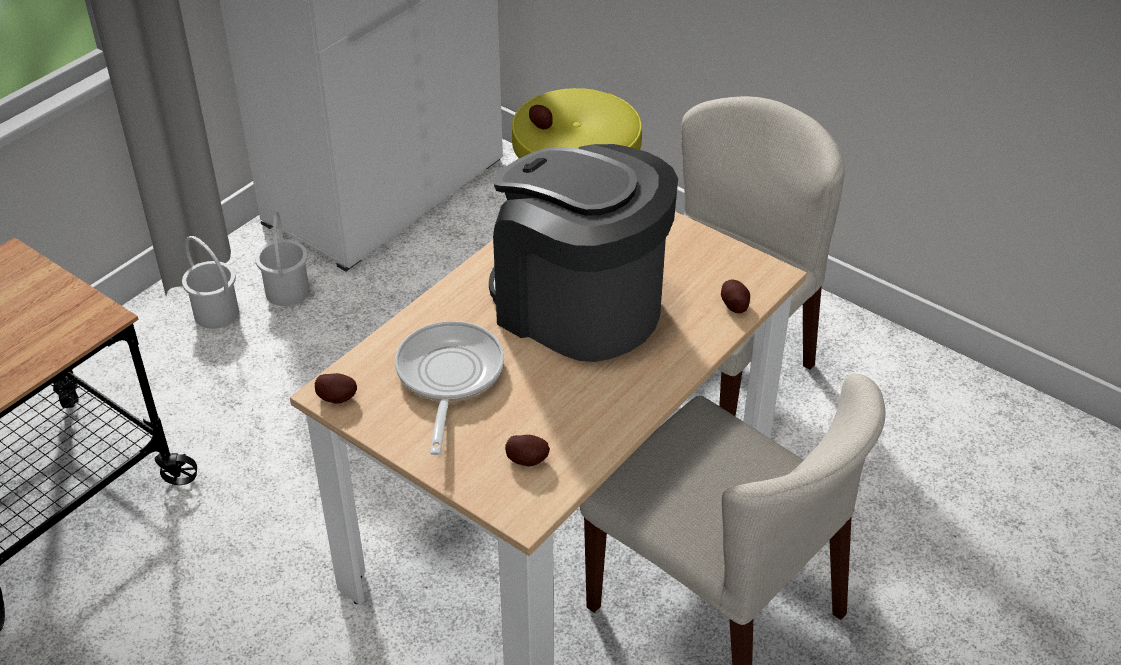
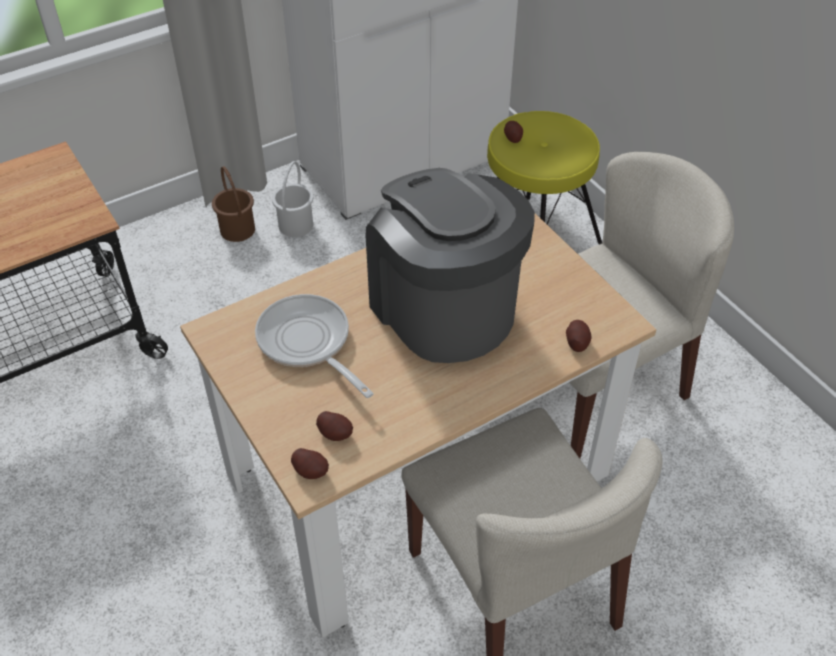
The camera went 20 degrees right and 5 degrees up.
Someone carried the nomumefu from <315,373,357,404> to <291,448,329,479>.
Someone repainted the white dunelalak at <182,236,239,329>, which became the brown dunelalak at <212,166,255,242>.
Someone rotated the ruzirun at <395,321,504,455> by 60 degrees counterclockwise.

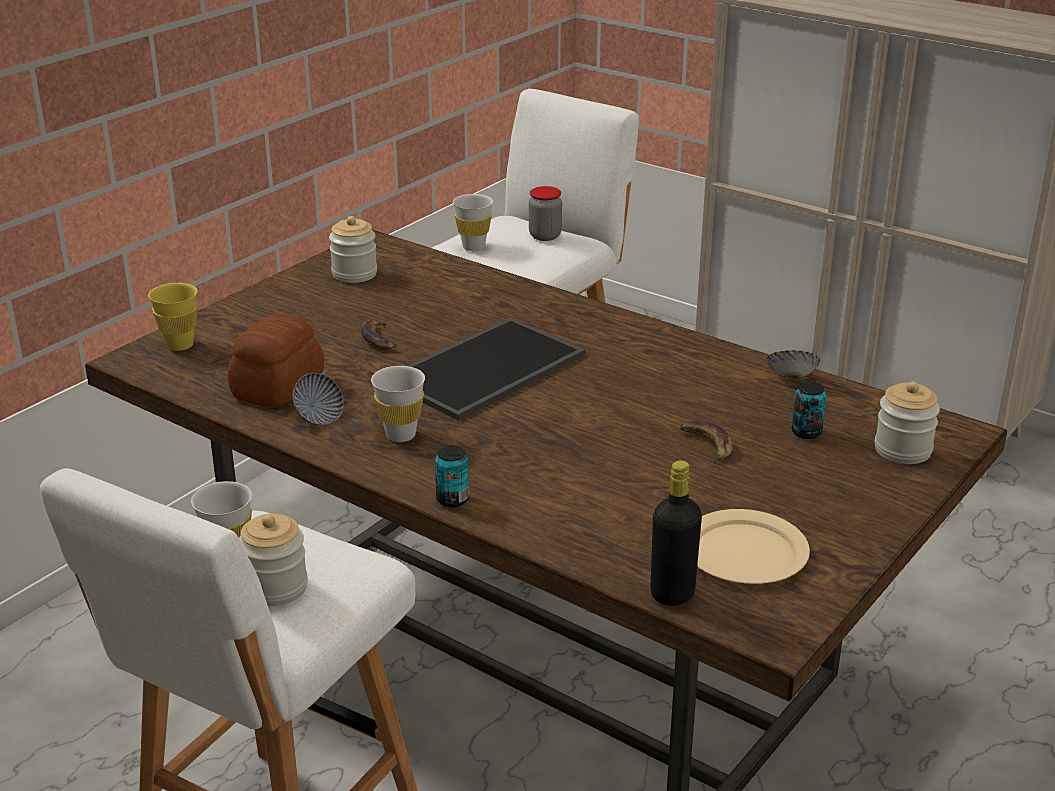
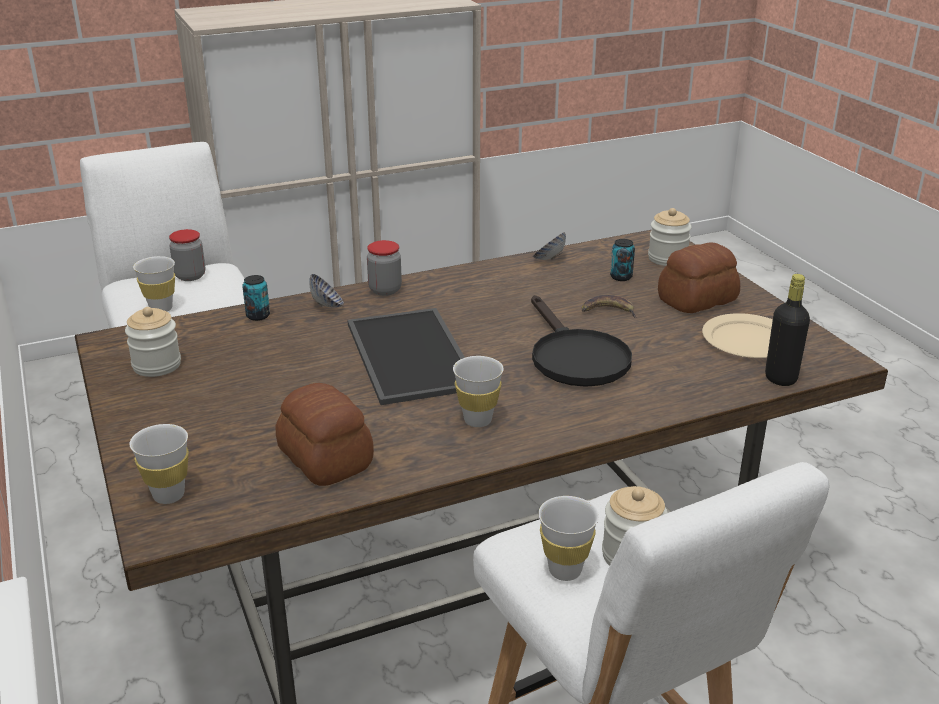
The camera went 60 degrees left and 0 degrees up.
Someone took away the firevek at <361,320,397,349>.
Someone put down the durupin at <367,240,402,296>.
Someone put down the black ruzirun at <531,295,632,387>.
Someone put down the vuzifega at <658,242,740,313>.
Someone carried the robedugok from <292,373,344,425> to <309,274,344,307>.
Someone carried the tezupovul from <435,445,469,507> to <242,275,270,321>.
Someone repainted the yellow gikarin at <148,283,198,351>, which became the white gikarin at <129,424,189,504>.

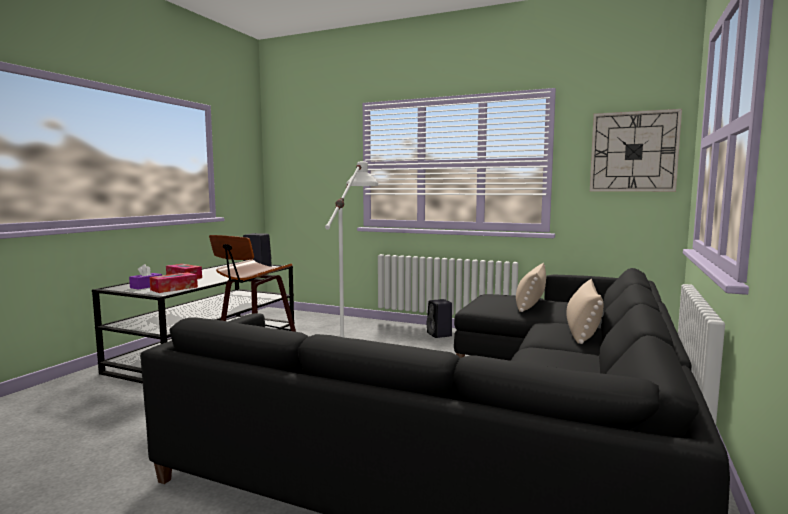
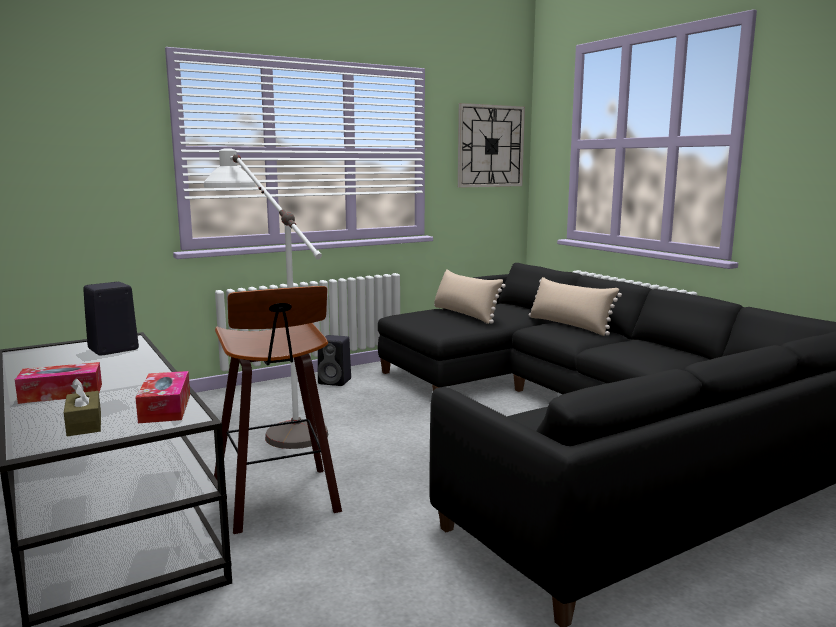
The camera went 55 degrees left and 5 degrees up.
Someone repainted the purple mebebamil at <129,264,162,290>, which became the brown mebebamil at <64,378,101,436>.

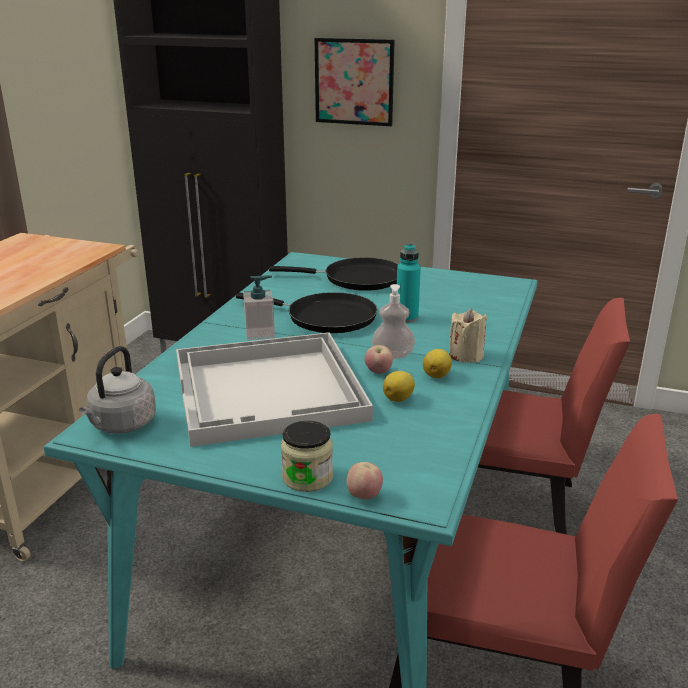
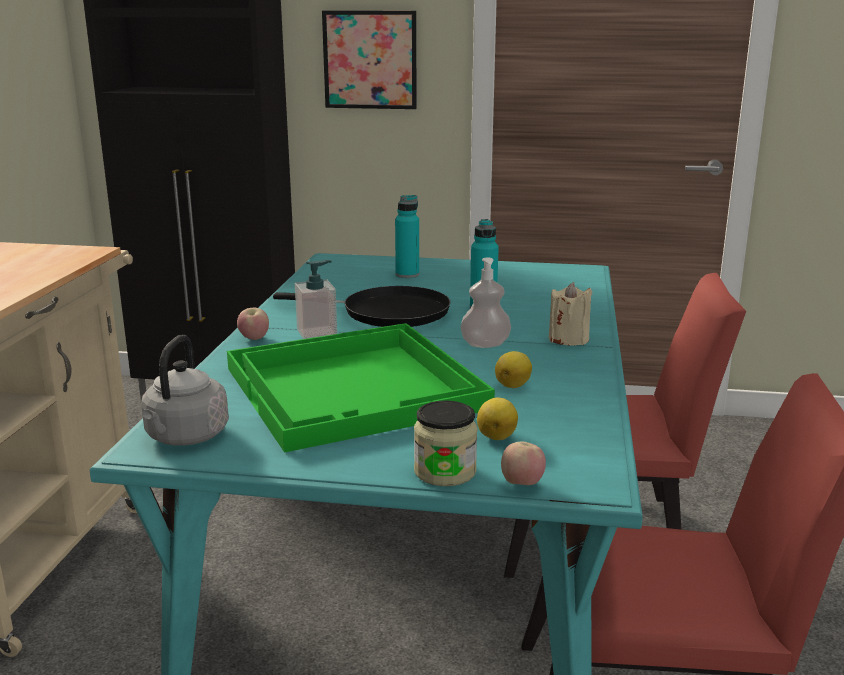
The camera went 10 degrees left and 5 degrees down.
Someone carried the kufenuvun from <365,345,393,374> to <237,308,269,340>.
Someone carried the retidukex from <423,349,452,379> to <477,397,518,440>.
Someone swapped the black ruzirun at <269,257,398,291> for the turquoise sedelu at <395,195,419,278>.
Someone repainted the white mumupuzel at <176,332,373,447>, which became the green mumupuzel at <227,323,495,453>.

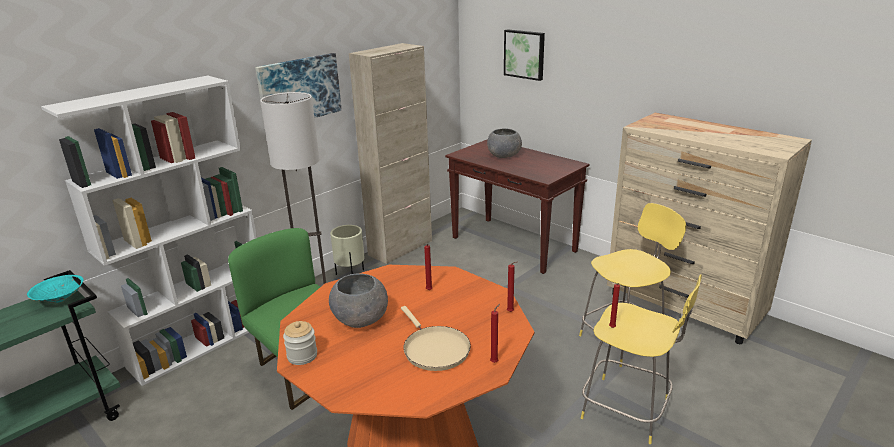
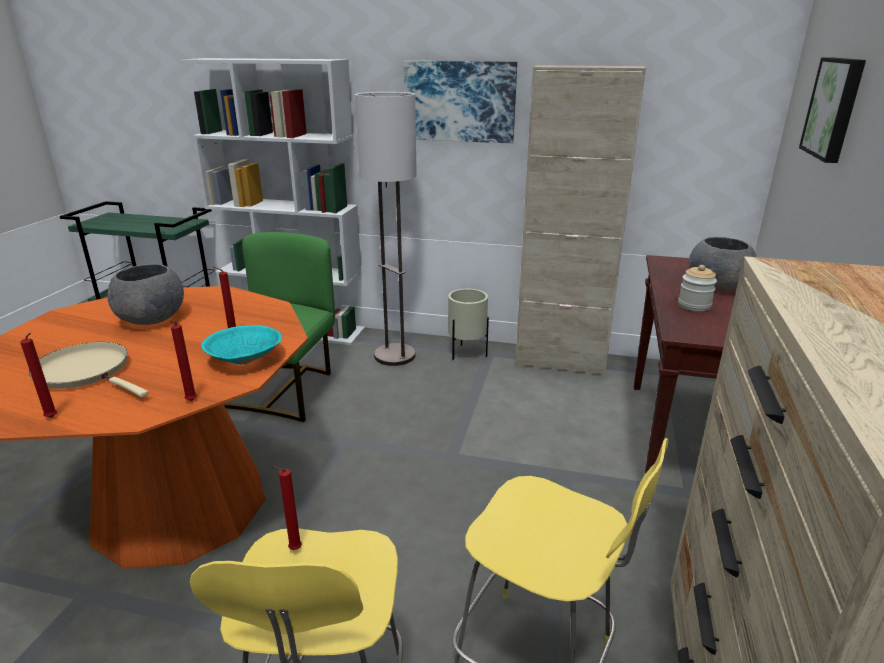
The camera went 60 degrees right and 0 degrees up.
Someone carried the turquoise robedugok from <27,275,83,303> to <201,325,282,364>.
Someone carried the durupin from <283,321,317,365> to <678,265,717,311>.
Someone rotated the beige ruzirun at <401,306,471,371> by 90 degrees clockwise.

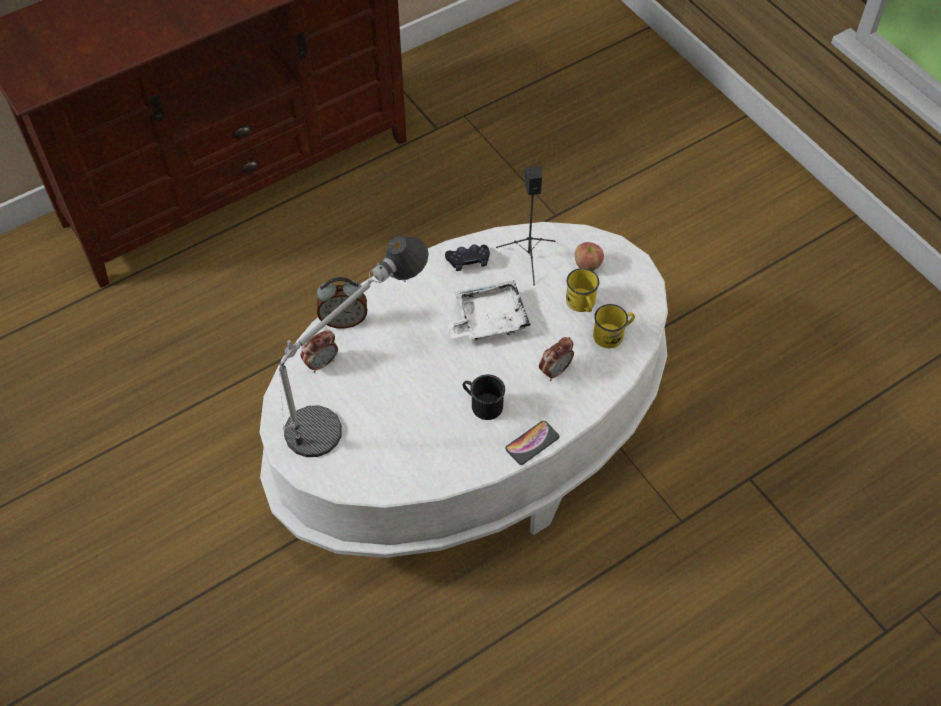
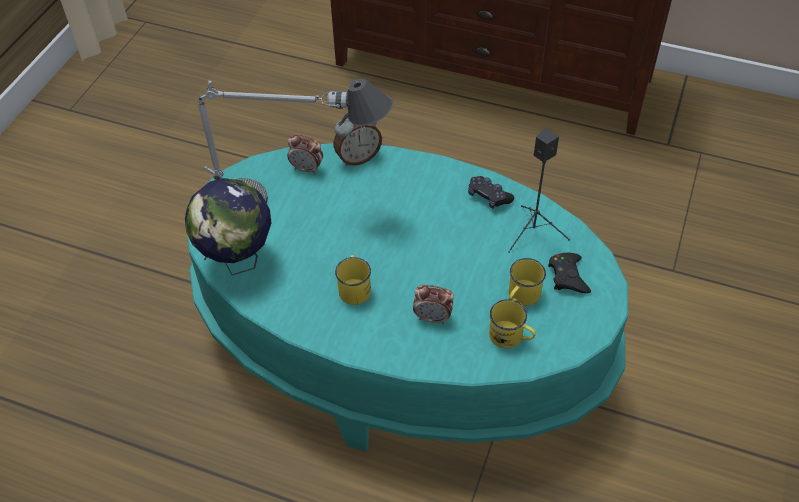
The camera went 55 degrees right and 5 degrees down.
Someone took away the white mumupuzel at <447,280,531,341>.
Someone took away the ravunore at <505,421,559,465>.
Someone put down the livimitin at <185,178,271,275>.
Someone swapped the kufenuvun at <575,242,604,271> for the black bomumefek at <548,253,591,293>.
Someone repainted the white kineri at <259,222,668,558>, which became the turquoise kineri at <187,143,628,452>.
Someone repainted the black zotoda at <463,374,505,420>, which became the yellow zotoda at <335,255,371,305>.
Someone rotated the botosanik at <317,277,367,329> by 75 degrees counterclockwise.

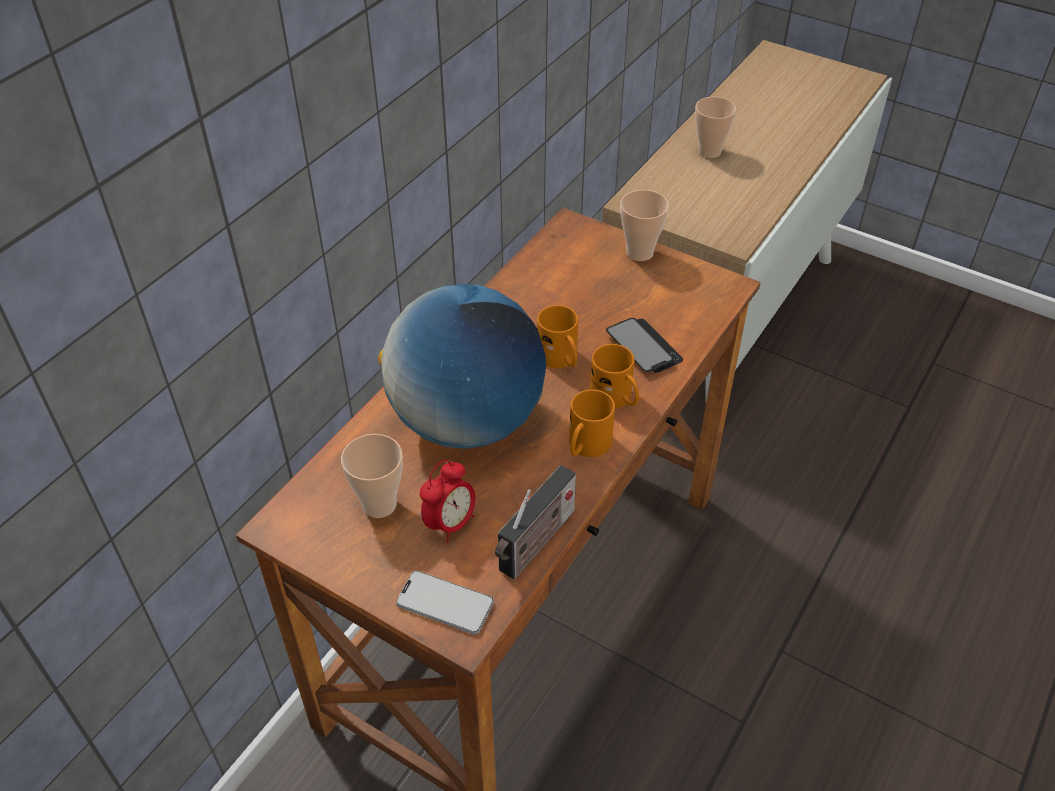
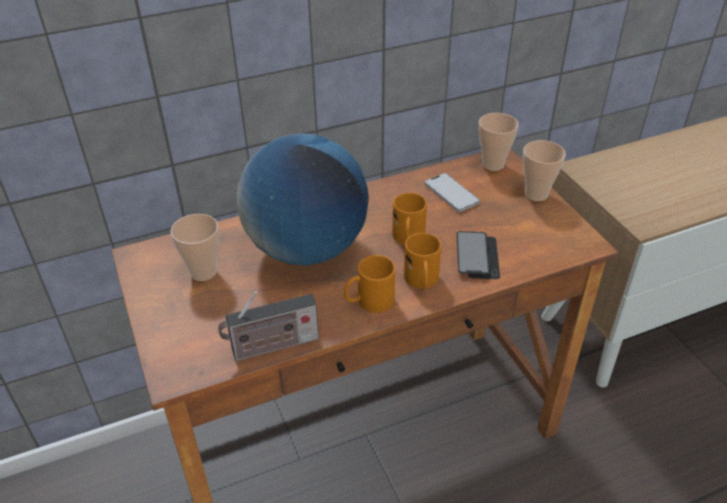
The camera went 35 degrees right and 5 degrees down.
Someone took away the botosanik at <420,459,475,543>.
Someone carried the ravunore from <396,570,494,635> to <425,173,480,212>.
Someone carried the gikarin from <695,97,736,158> to <479,113,519,171>.

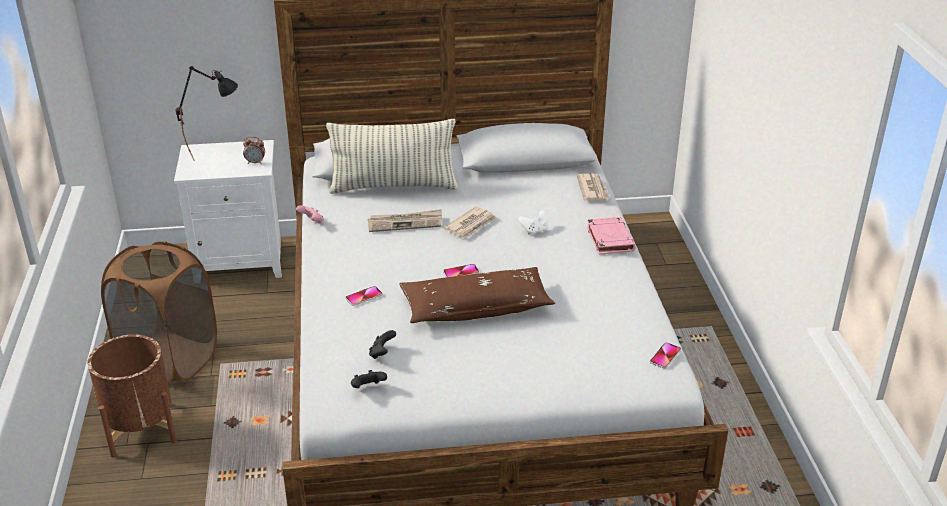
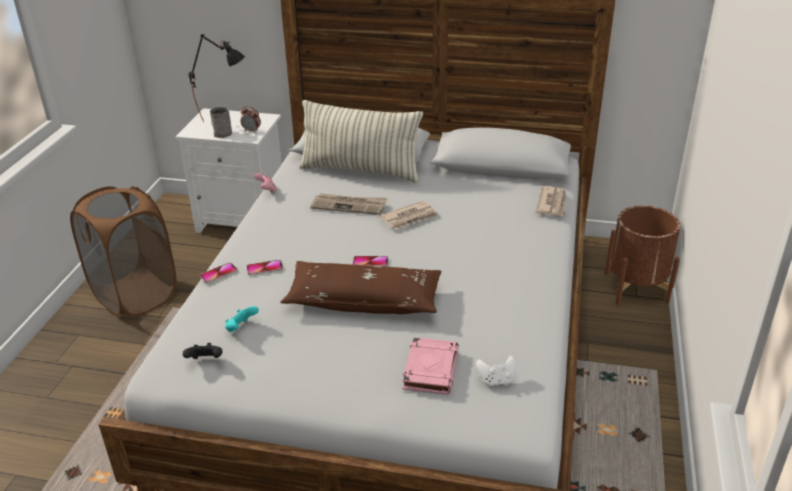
The camera went 20 degrees right and 0 degrees up.
Someone put down the grey zotoda at <210,106,232,138>.
Someone carried the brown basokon from <87,334,177,458> to <605,206,681,305>.
Someone carried the white bomumefek from <519,210,548,235> to <476,356,516,386>.
Someone carried the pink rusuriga from <587,217,636,255> to <402,337,459,395>.
Someone carried the ravunore from <650,342,681,369> to <200,263,238,283>.
Someone repainted the black bomumefek at <369,330,396,359>, which became the turquoise bomumefek at <225,306,259,332>.

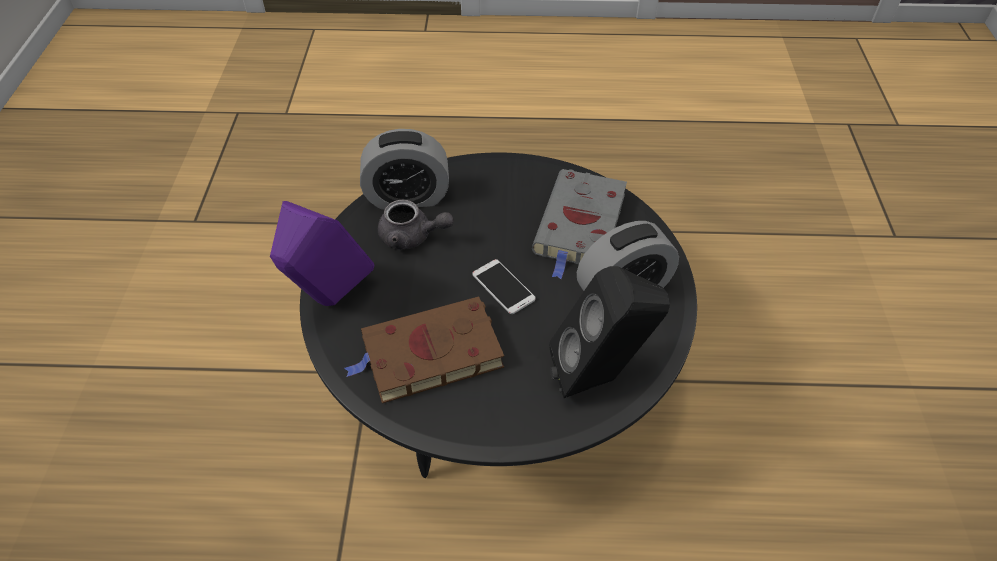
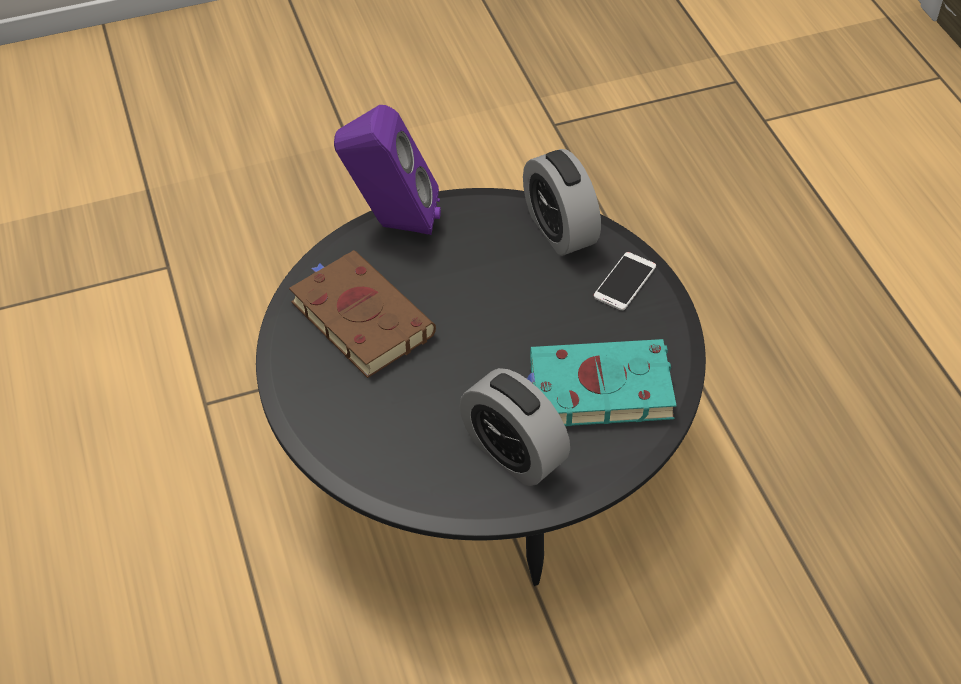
The camera went 70 degrees right and 0 degrees up.
Someone took away the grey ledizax at <378,200,454,250>.
Someone took away the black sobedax at <549,266,670,398>.
Someone carried the ravunore from <473,259,536,314> to <594,252,656,311>.
Someone repainted the grey rusuriga at <532,169,627,279>, which became the turquoise rusuriga at <527,339,677,426>.

